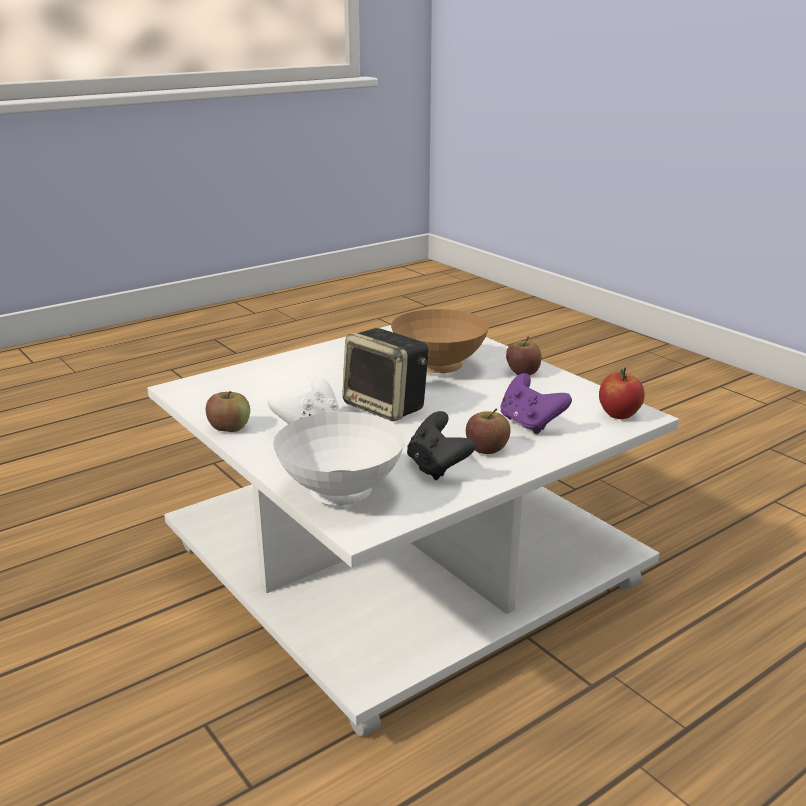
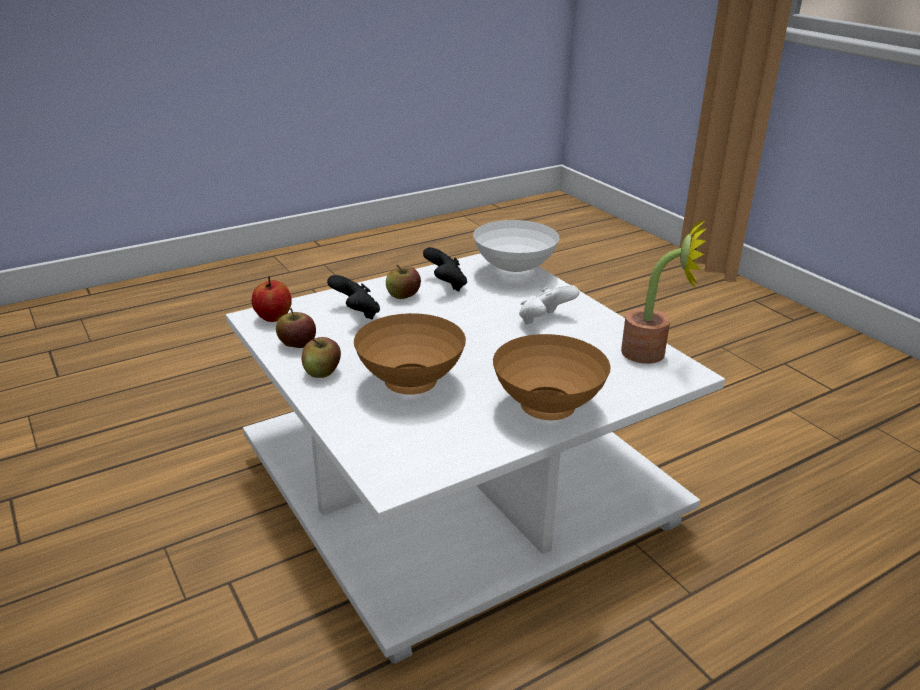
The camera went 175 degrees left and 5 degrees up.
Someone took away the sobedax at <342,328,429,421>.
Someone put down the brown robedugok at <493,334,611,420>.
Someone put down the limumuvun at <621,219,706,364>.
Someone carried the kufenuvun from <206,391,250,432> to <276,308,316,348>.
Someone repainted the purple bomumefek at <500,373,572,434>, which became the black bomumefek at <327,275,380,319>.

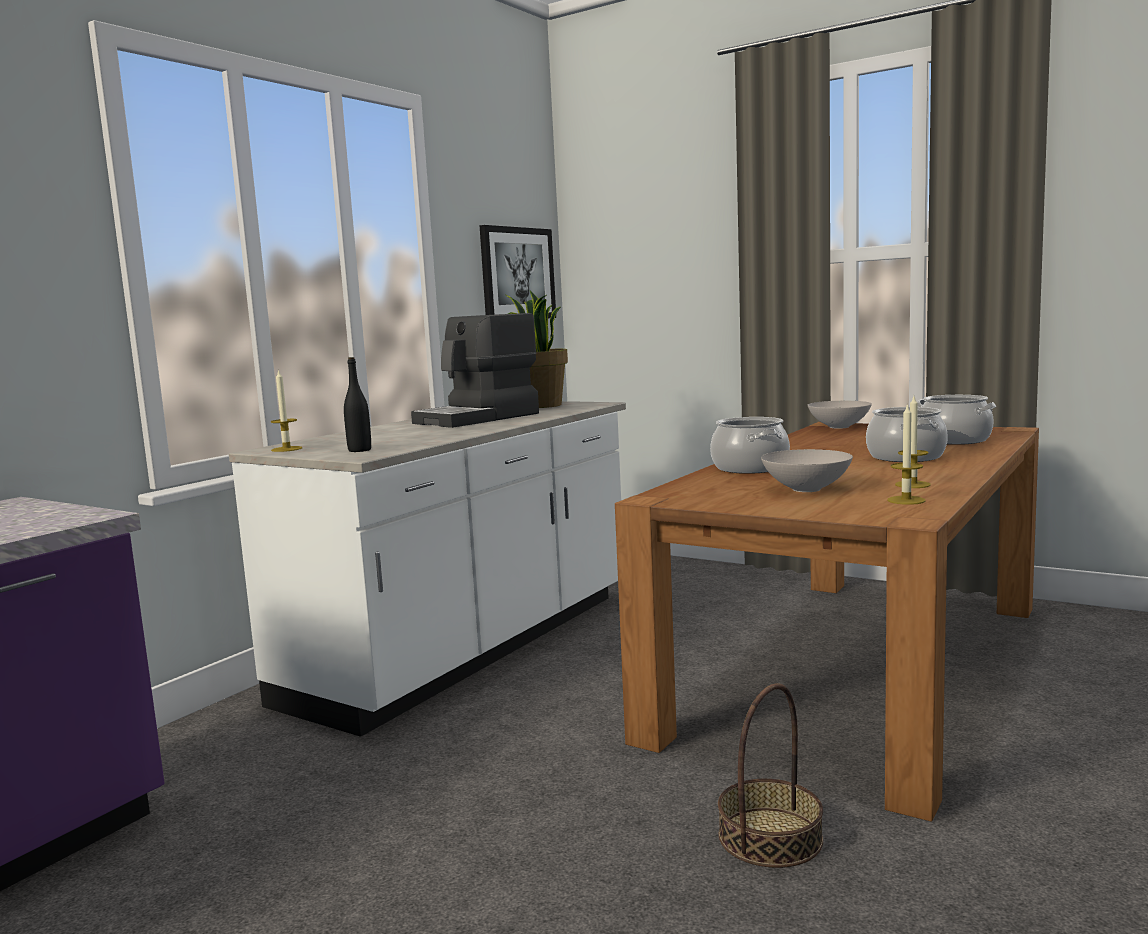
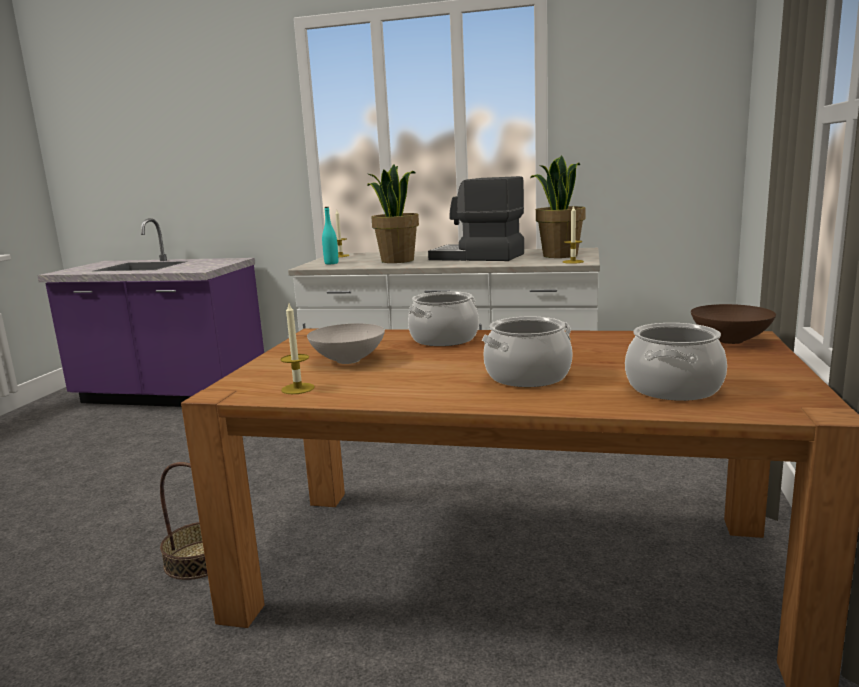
The camera went 70 degrees right and 5 degrees up.
Someone took away the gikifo at <480,225,556,318>.
Someone put down the limumuvun at <367,164,419,263>.
Someone carried the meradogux from <895,396,931,488> to <563,205,584,264>.
Someone repainted the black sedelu at <344,357,371,452>, which became the turquoise sedelu at <322,207,338,264>.
Someone repainted the white robedugok at <808,401,872,429>, which became the brown robedugok at <691,304,776,344>.

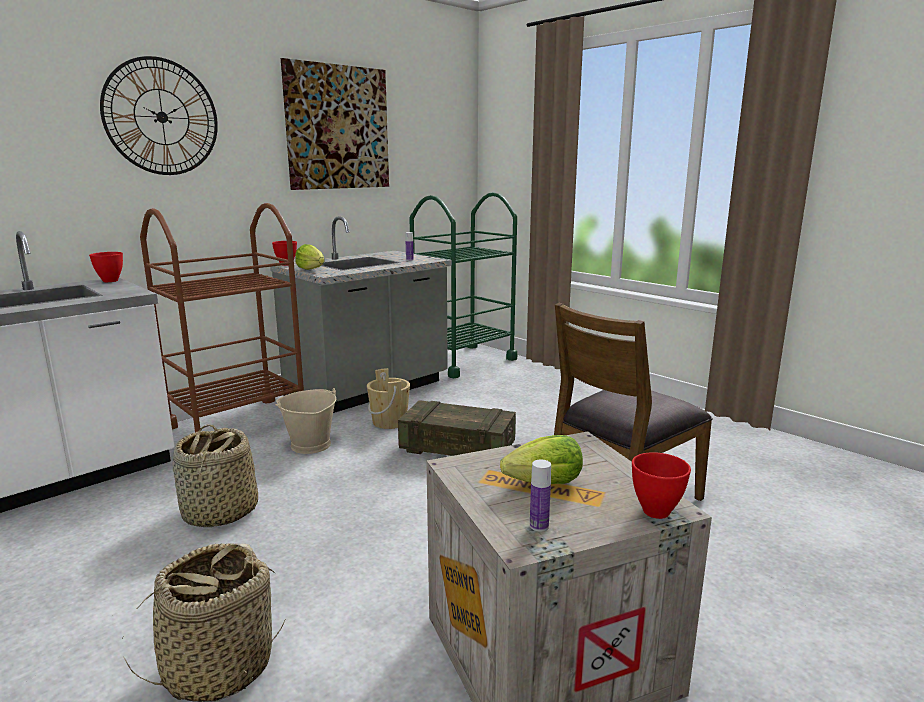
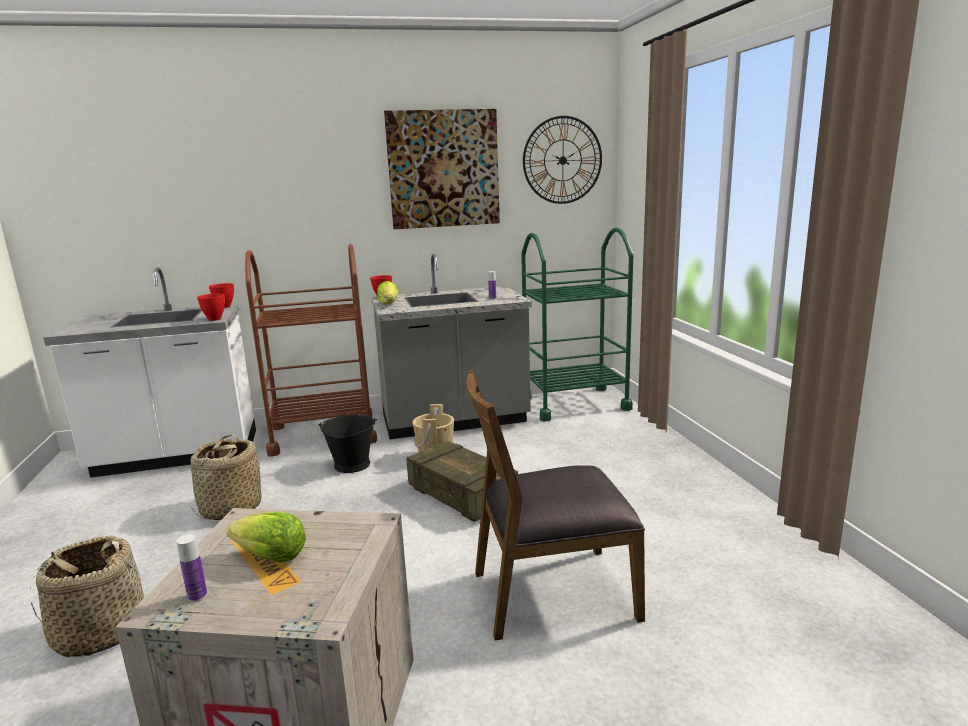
The camera went 30 degrees right and 0 degrees up.
Someone carried the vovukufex from <100,56,218,175> to <523,116,602,204>.
Someone carried the red robedugok from <632,452,691,519> to <197,293,225,321>.
Someone repainted the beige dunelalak at <276,388,336,454>, which became the black dunelalak at <318,415,377,473>.

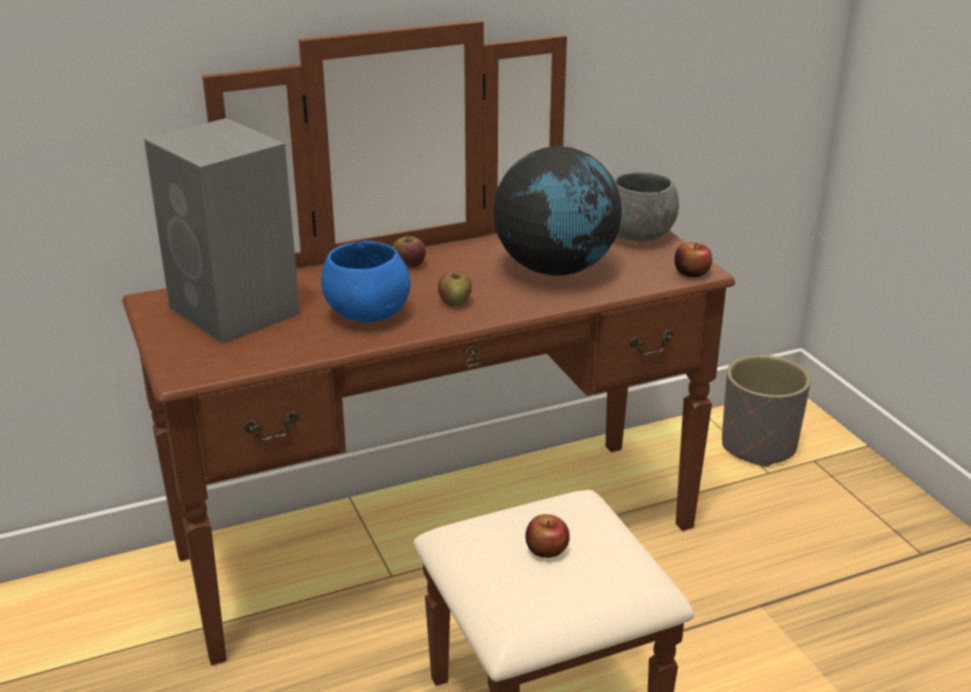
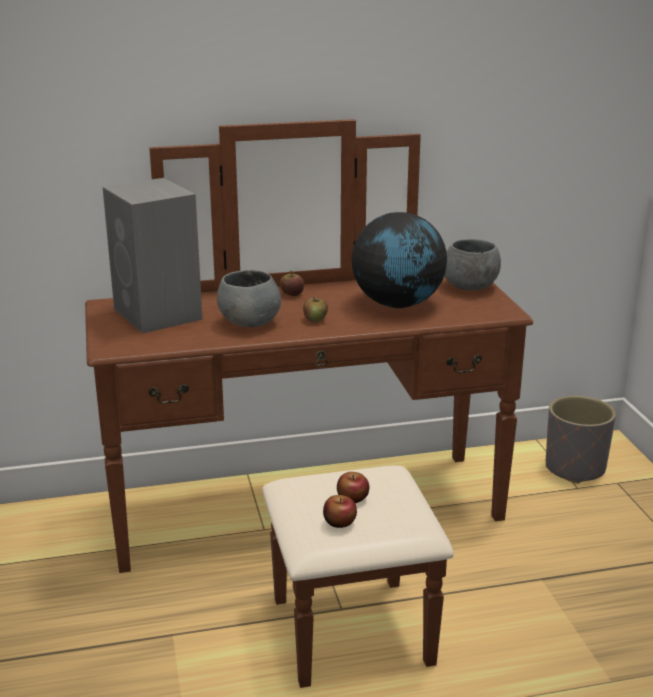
The camera went 10 degrees right and 5 degrees down.
Someone carried the kufenuvun from <674,242,712,277> to <323,495,357,528>.
Someone repainted the blue robedugok at <321,241,411,322>, which became the grey robedugok at <217,270,281,327>.

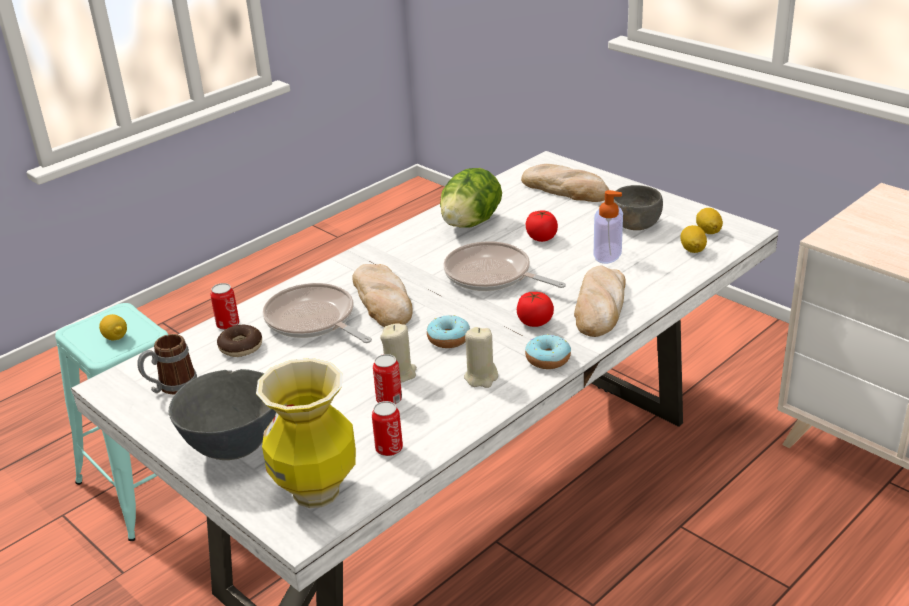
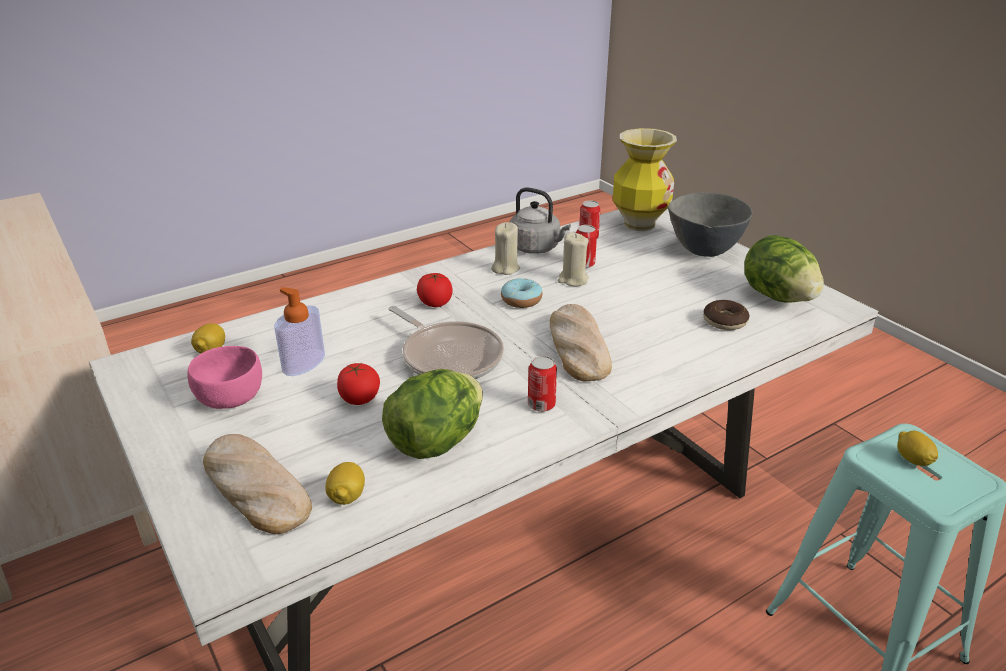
The camera went 170 degrees left and 0 degrees up.
Someone took away the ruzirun at <263,283,372,343>.
Someone took away the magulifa at <525,334,571,369>.
Someone took away the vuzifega at <574,265,626,337>.
Someone put down the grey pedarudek at <510,187,571,254>.
Someone carried the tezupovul from <210,283,239,330> to <528,356,557,412>.
Someone carried the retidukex from <696,208,723,234> to <325,462,365,505>.
Someone swapped the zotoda at <137,334,197,395> for the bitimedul at <744,235,824,302>.
Someone repainted the grey robedugok at <614,185,663,230>, which became the pink robedugok at <187,346,262,409>.

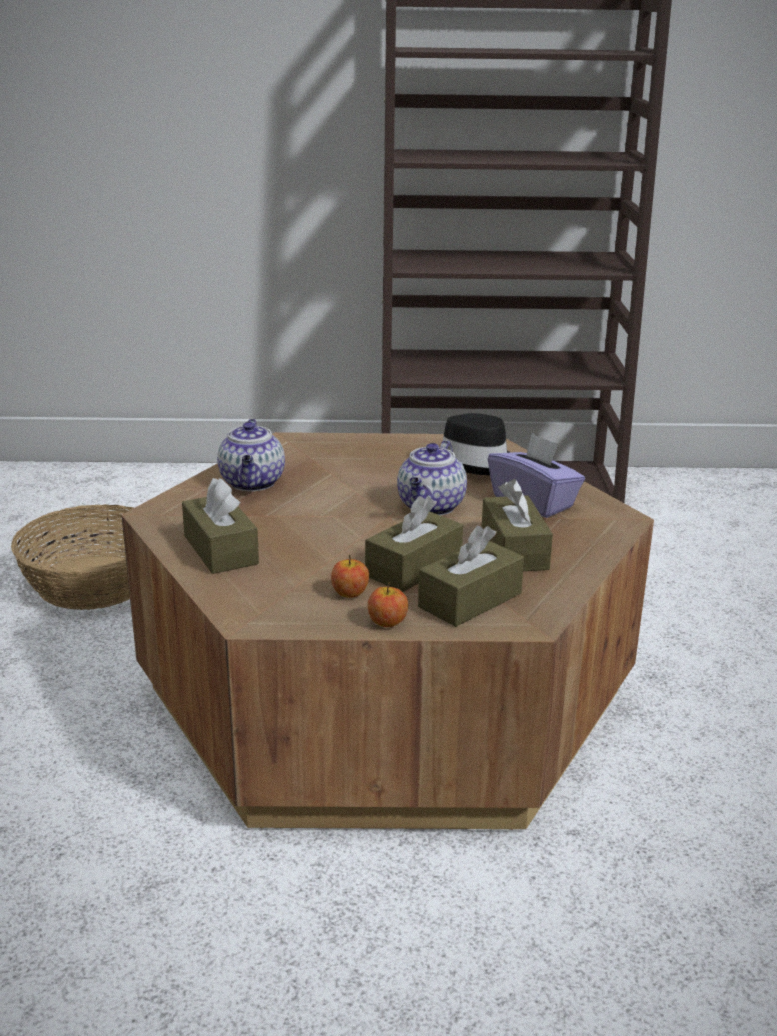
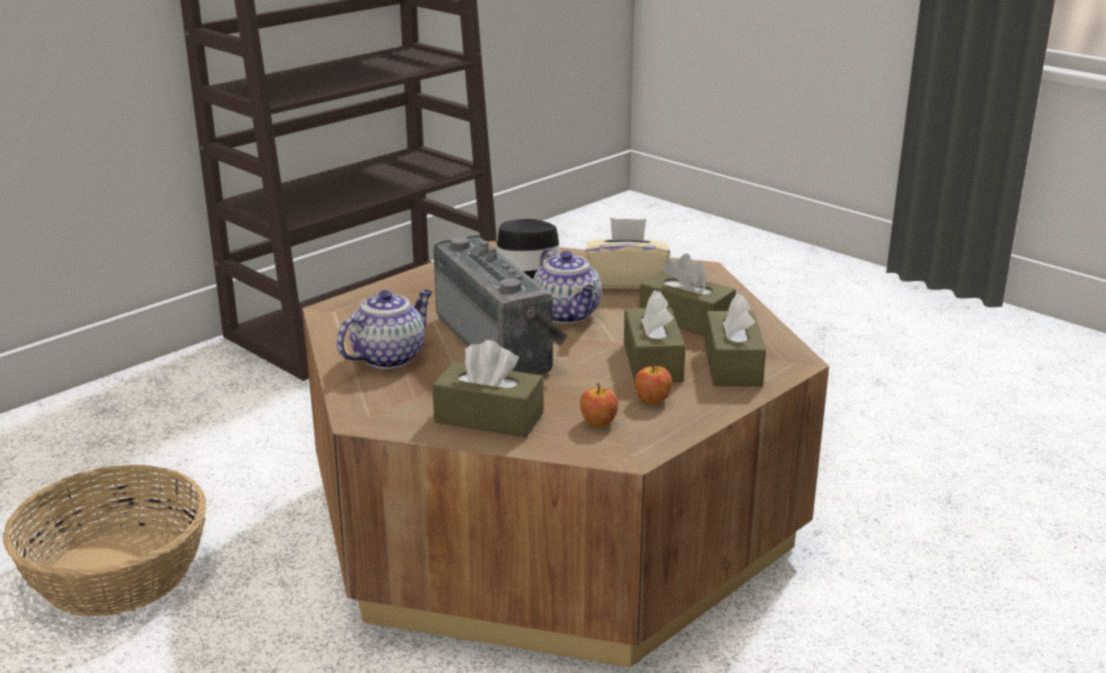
The camera went 45 degrees left and 0 degrees up.
Someone put down the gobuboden at <434,235,568,375>.
Someone carried the kufenuvun from <368,583,408,627> to <580,383,618,427>.
Someone repainted the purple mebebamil at <488,433,585,518>, which became the beige mebebamil at <585,218,670,289>.
Someone rotated the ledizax at <217,419,285,491> by 90 degrees counterclockwise.

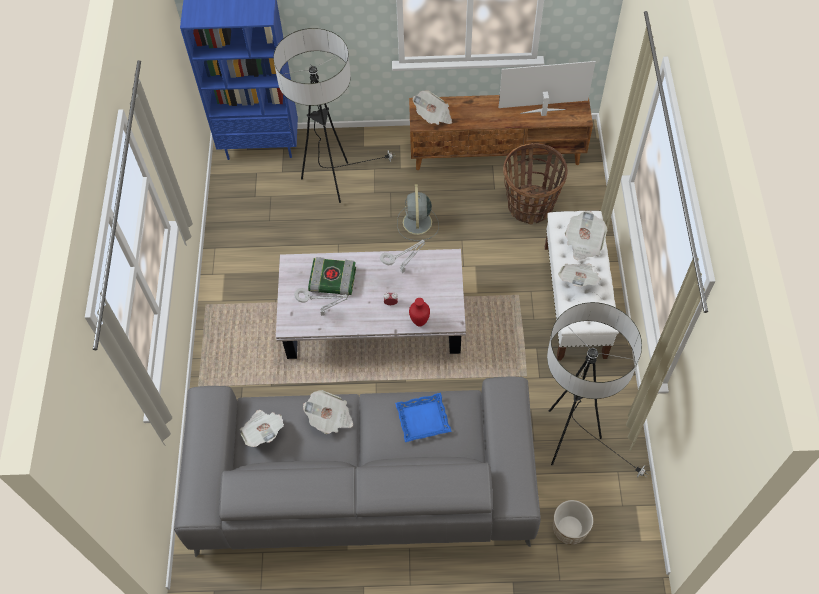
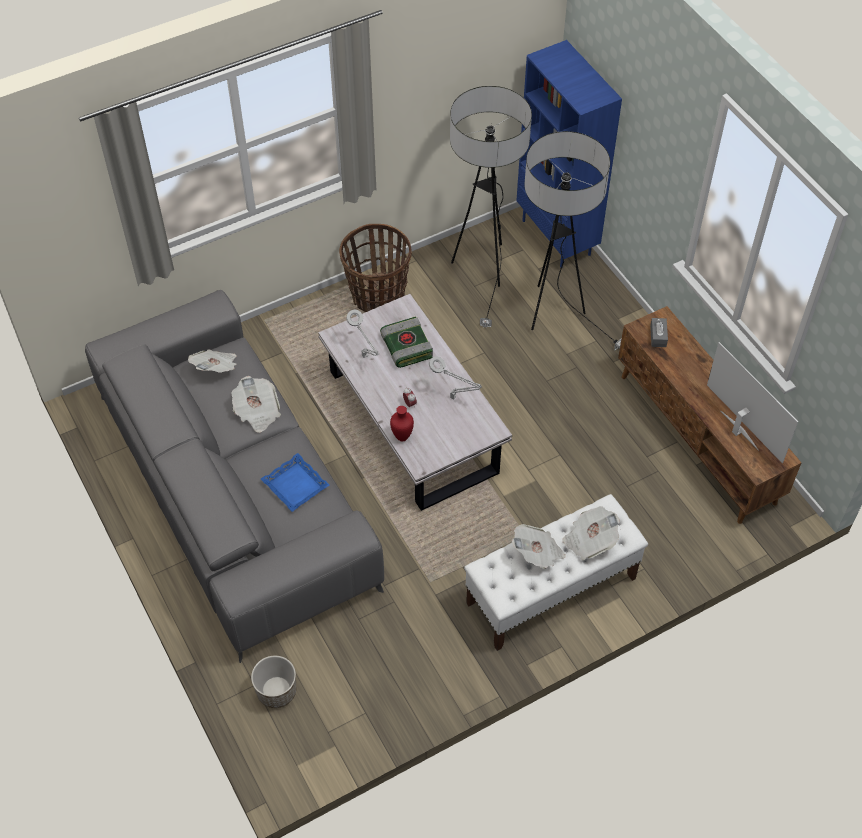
The camera went 60 degrees right and 5 degrees down.
Someone took away the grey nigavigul at <397,184,439,241>.
Someone carried the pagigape from <503,143,568,225> to <339,224,412,312>.
Someone carried the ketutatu from <547,302,648,478> to <450,86,532,328>.
Someone swapped the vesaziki at <413,91,452,125> for the grey mebebamil at <650,318,668,347>.

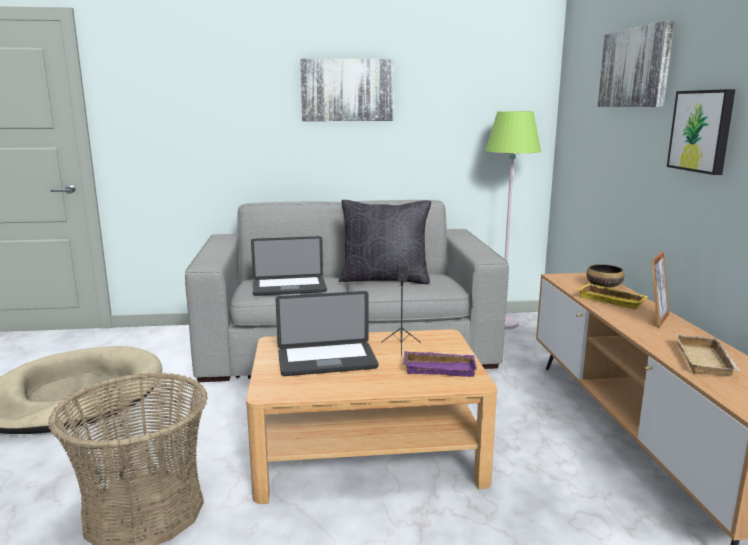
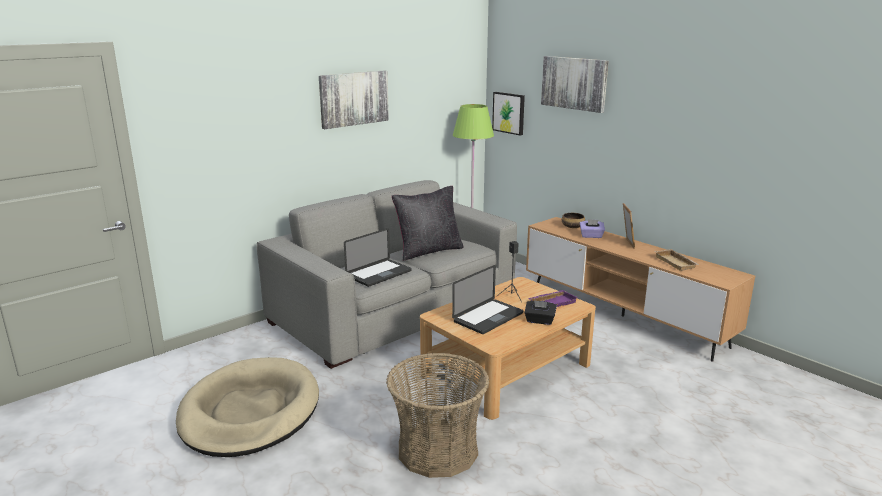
The camera went 35 degrees left and 5 degrees up.
Someone put down the black mebebamil at <524,300,557,325>.
Someone carried the gikifo from <667,89,736,175> to <492,92,525,135>.
Someone swapped the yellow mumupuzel at <578,283,649,309> for the purple mebebamil at <580,219,605,238>.

